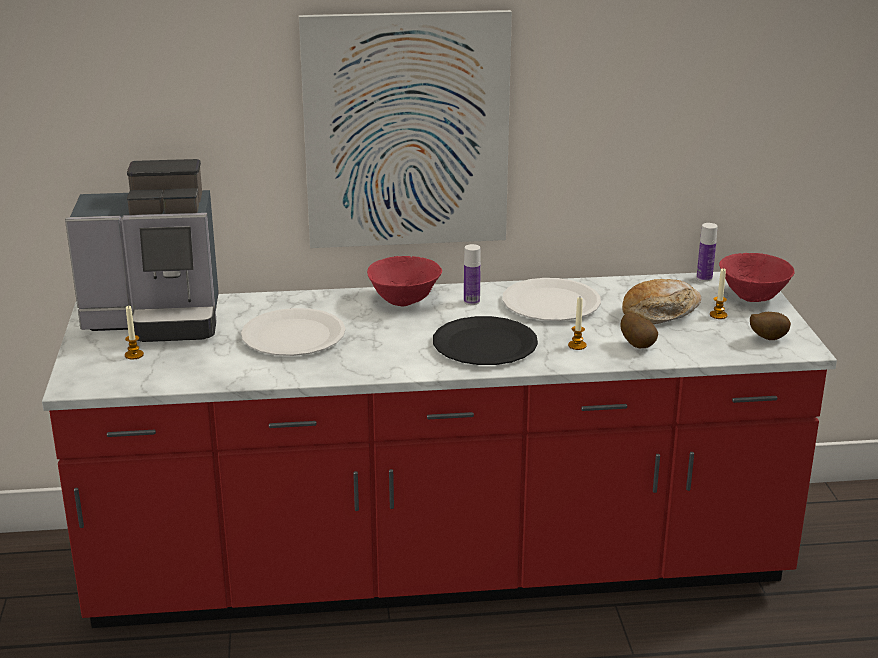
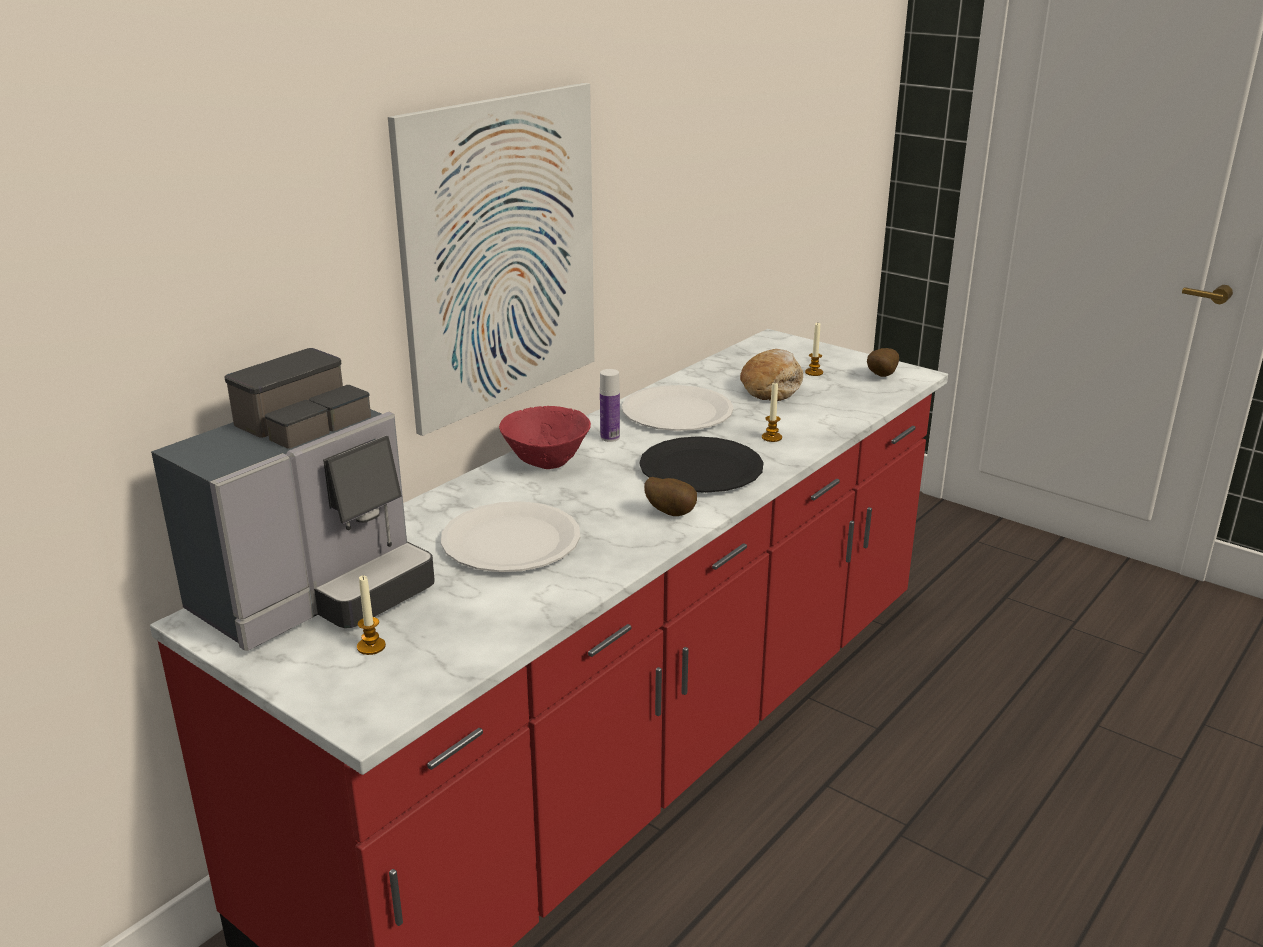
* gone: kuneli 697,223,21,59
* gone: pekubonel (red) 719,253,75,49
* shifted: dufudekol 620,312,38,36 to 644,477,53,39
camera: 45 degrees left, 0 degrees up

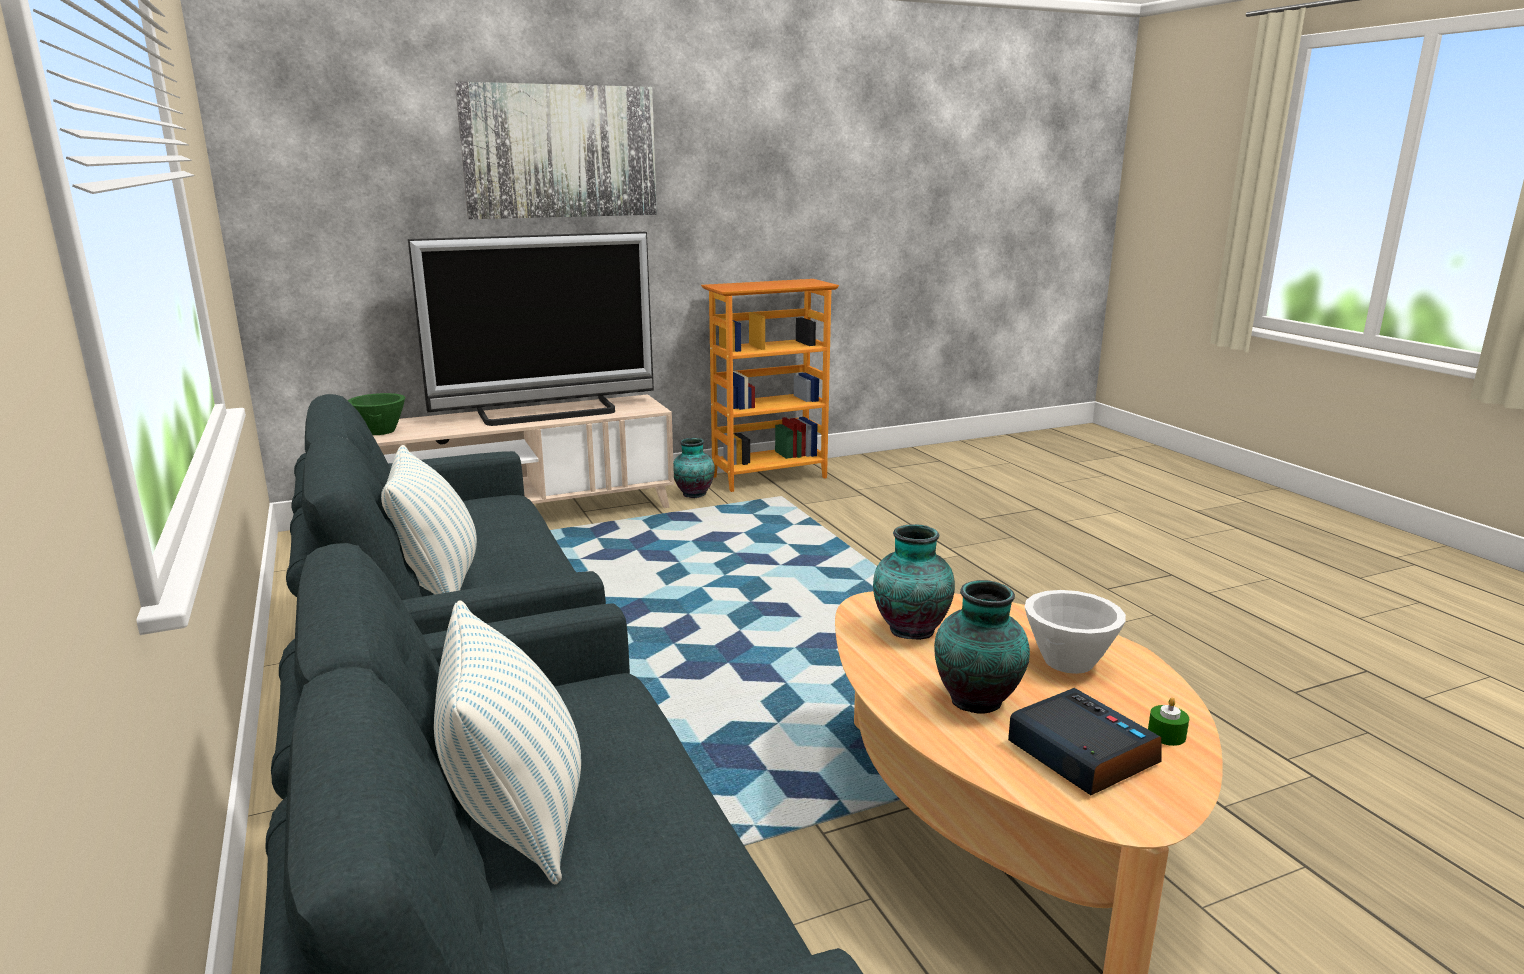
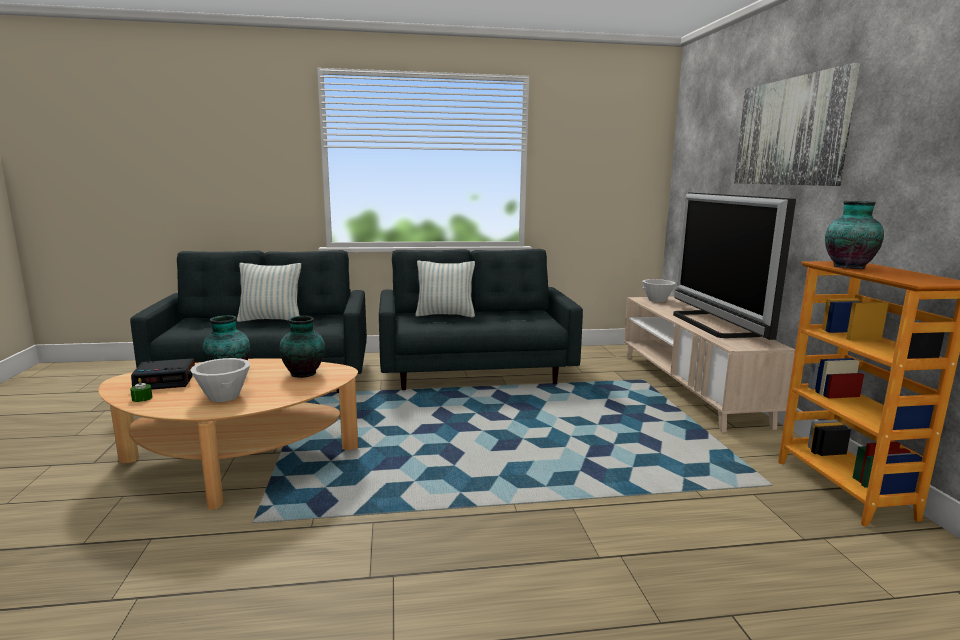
* shifted: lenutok 673,438,42,60 to 825,201,59,68
* repainted: pekubonel (green) 347,393,58,42 to pekubonel (white) 642,279,34,23
camera: 105 degrees right, 5 degrees down

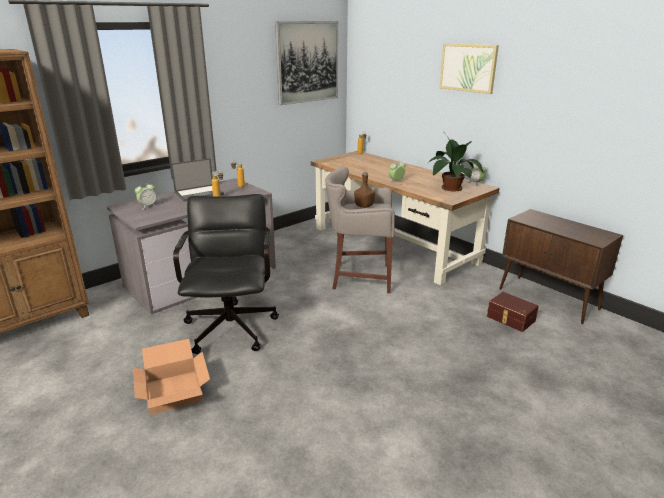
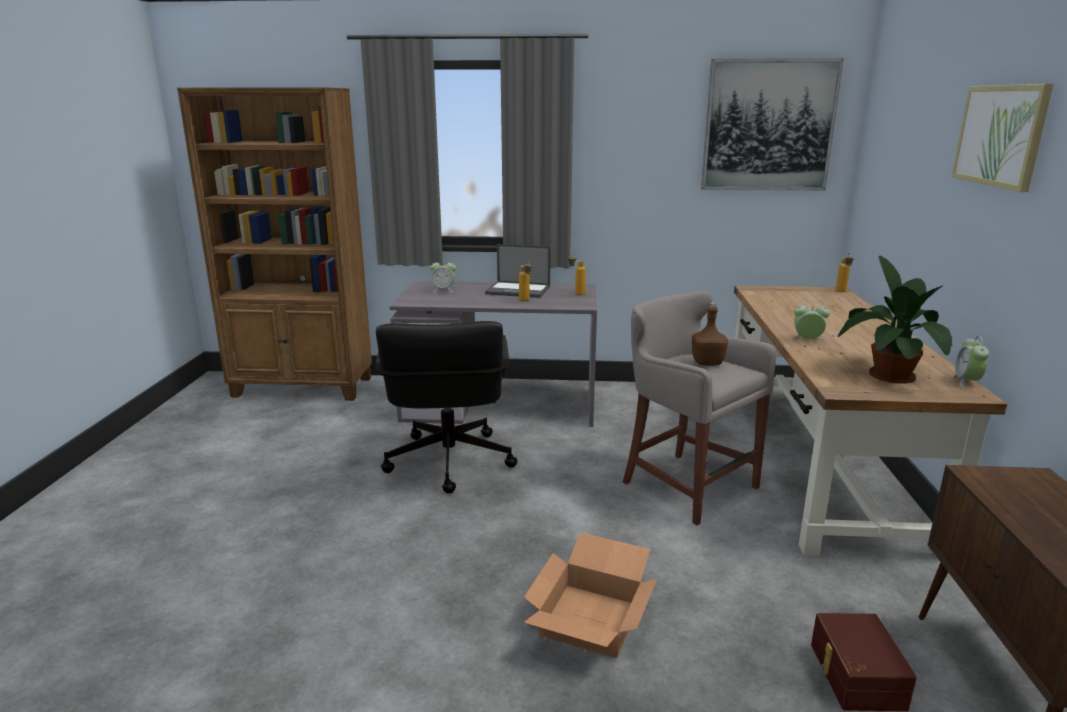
* shifted: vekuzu 133,339,77,76 to 524,532,133,126
* rotated: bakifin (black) 173,194,106,160 = 375,321,143,173 135 degrees clockwise
camera: 45 degrees right, 5 degrees down

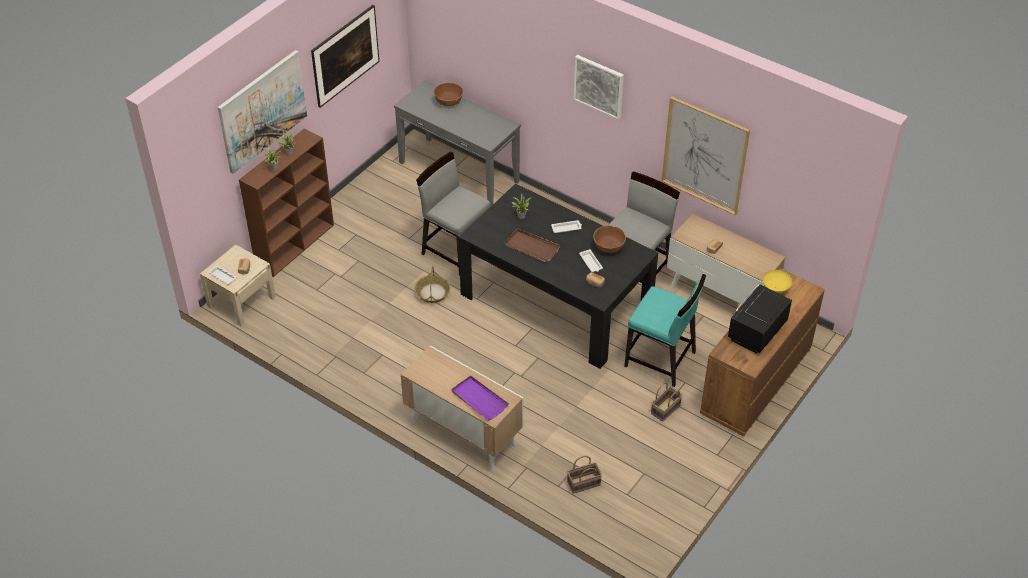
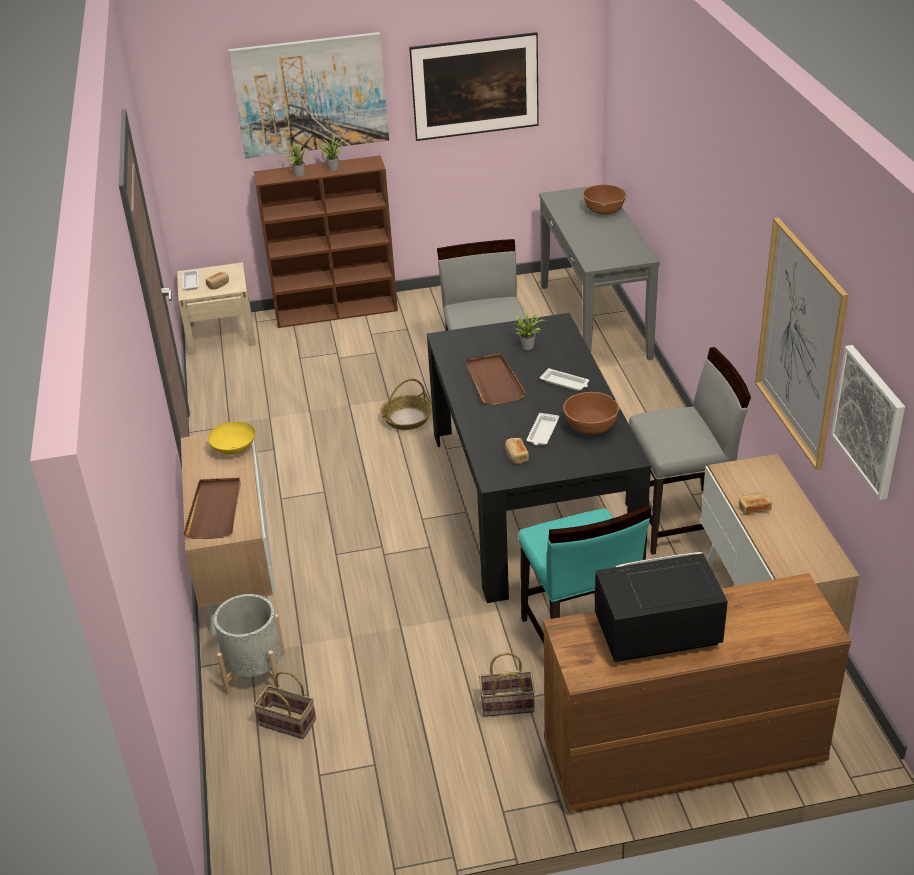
* new: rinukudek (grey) 214,594,71,100
* shifted: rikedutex 574,55,50,65 to 831,345,74,155
* shifted: pekubonel (yellow) 762,270,31,23 to 208,422,48,33
* repainted: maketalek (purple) 452,375,57,46 to maketalek (brown) 183,478,58,61
camera: 45 degrees right, 10 degrees down

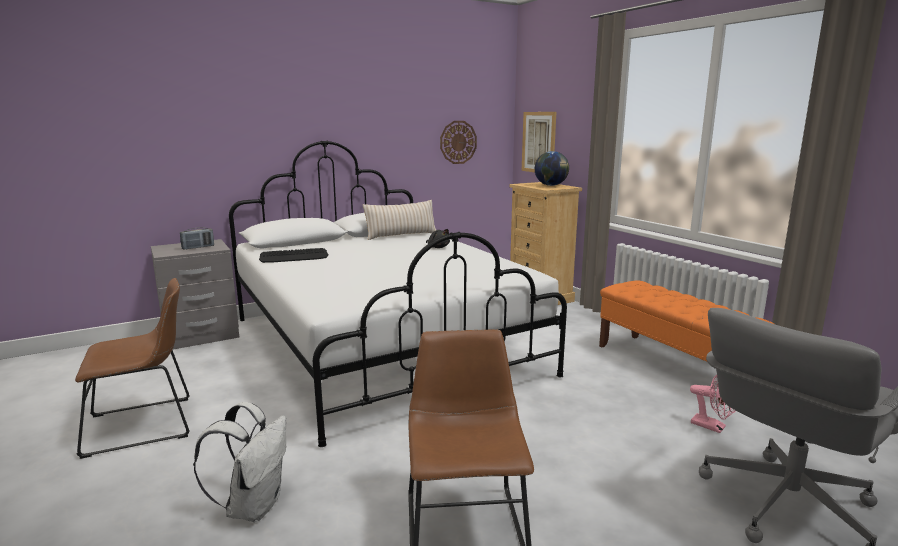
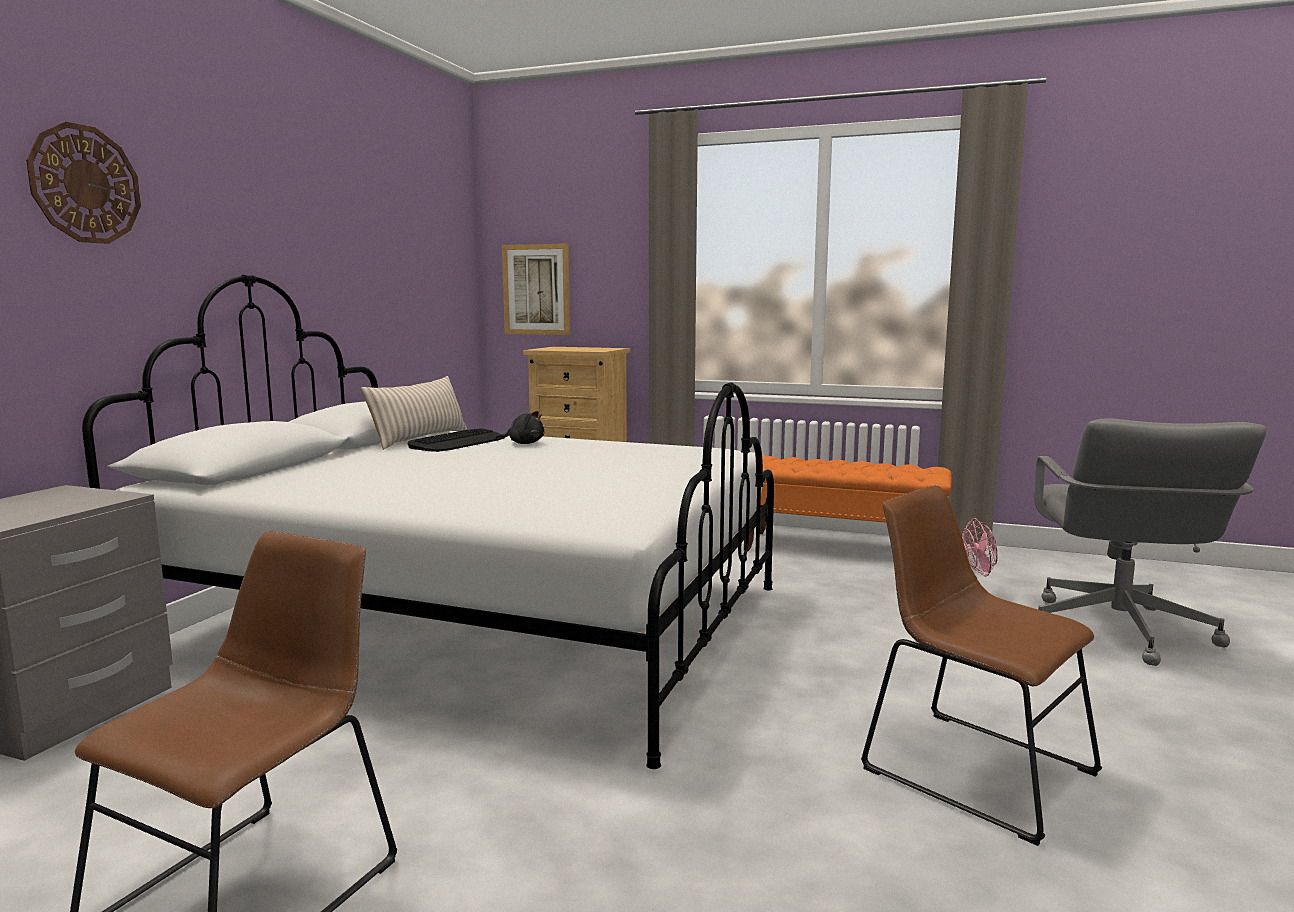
* gone: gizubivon 180,227,34,23
* gone: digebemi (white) 193,402,93,120
* gone: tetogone 535,151,34,35
* shifted: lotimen 259,248,70,15 to 408,428,96,24
* shifted: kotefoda 440,121,37,43 to 26,122,115,122
camera: 40 degrees left, 5 degrees down

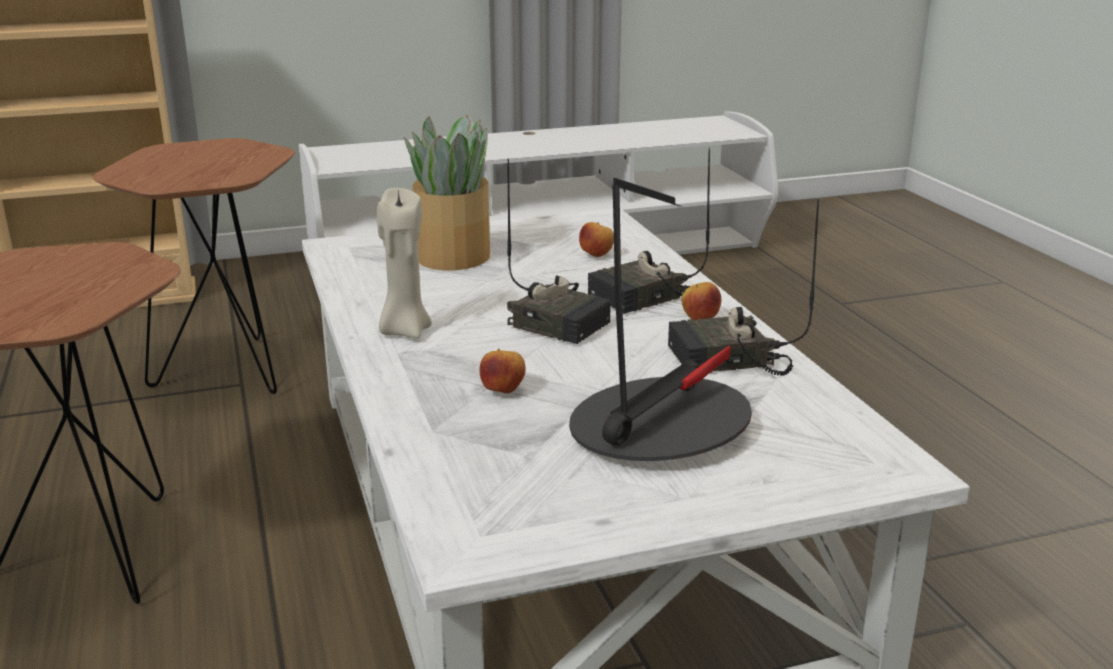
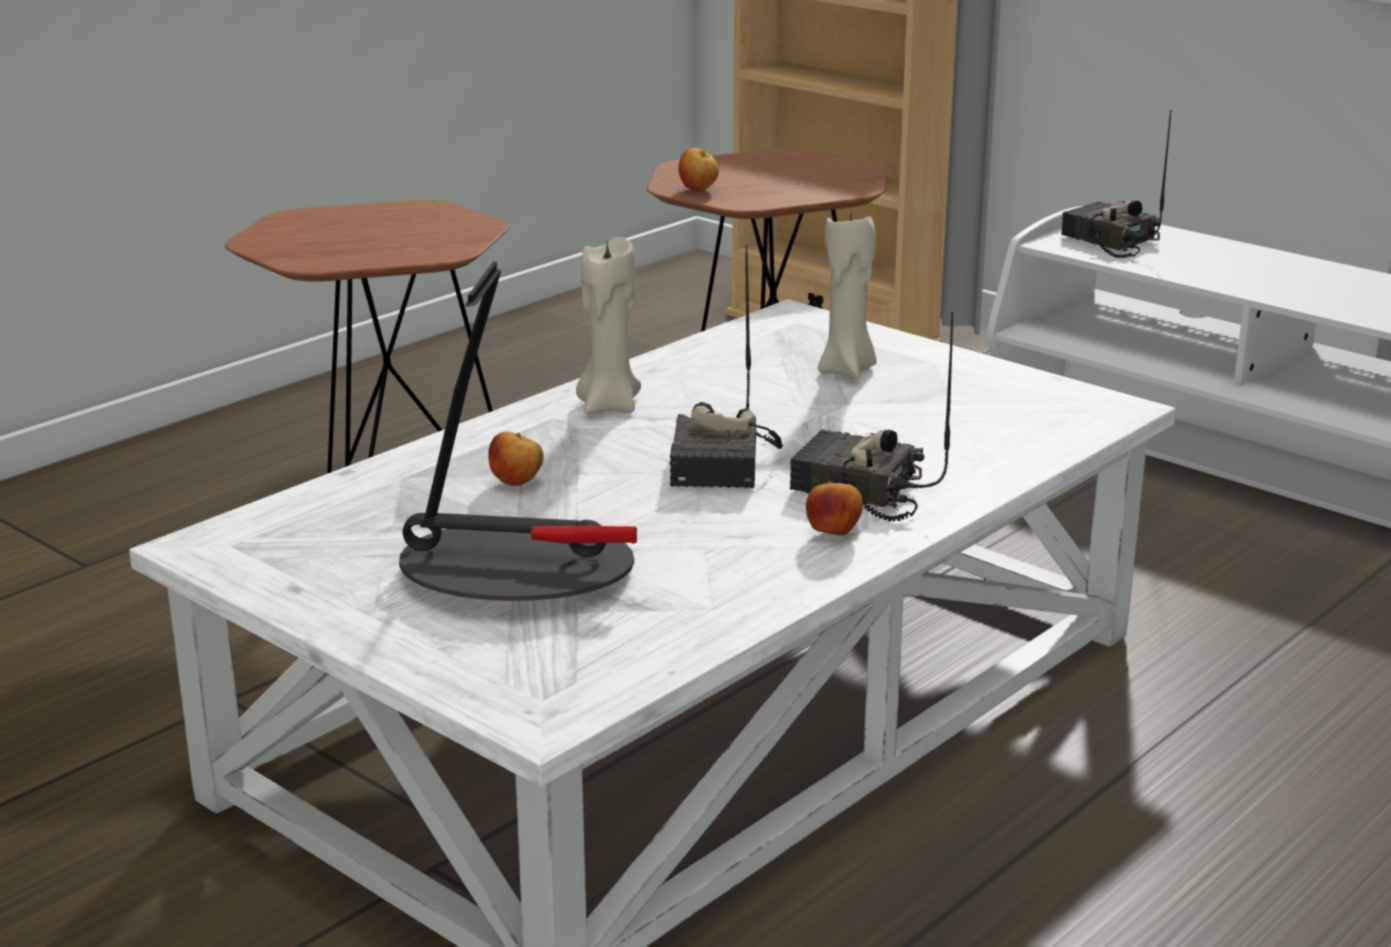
* shifted: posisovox 579,222,35,35 to 678,148,41,43
* shifted: gizubivon 668,199,151,177 to 1061,110,111,148
* swapped: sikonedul 404,115,86,156 to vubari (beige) 818,212,59,167
camera: 60 degrees right, 0 degrees up

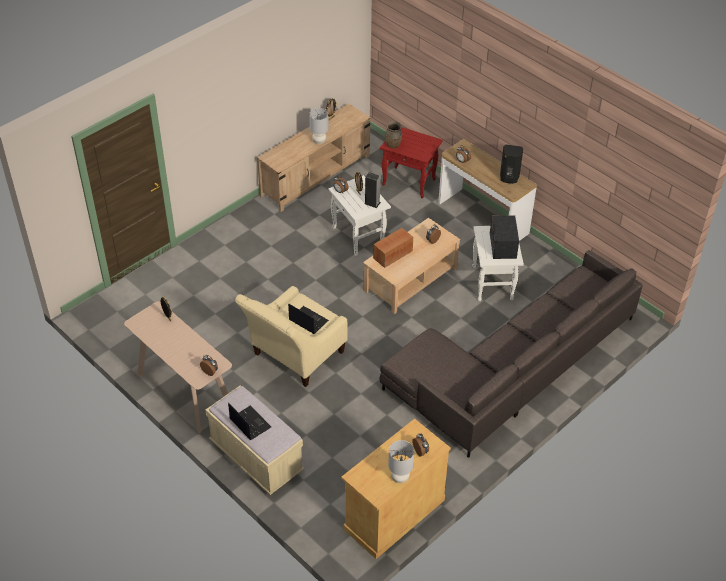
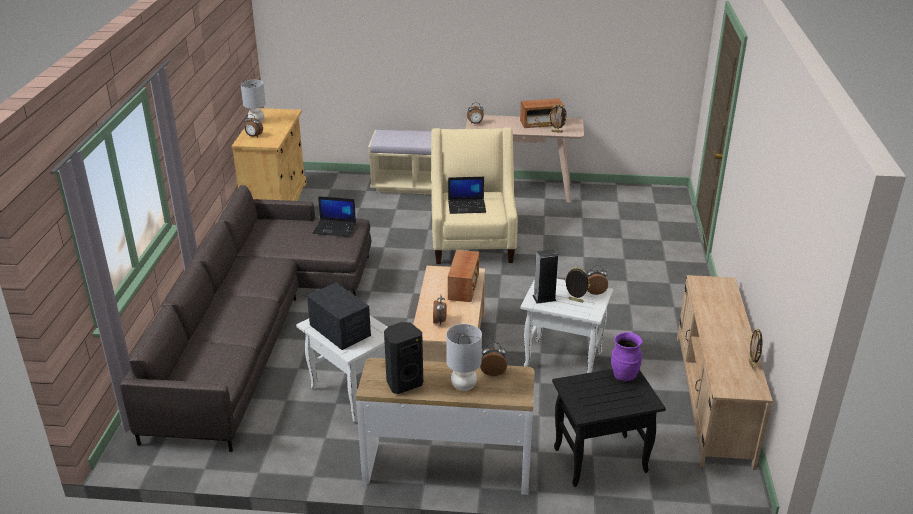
* new: gizubivon 520,98,44,30
* shifted: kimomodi 228,402,43,38 to 312,196,44,41
* shifted: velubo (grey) 309,108,20,36 to 446,324,36,67
* repainted: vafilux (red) 380,127,63,72 to vafilux (black) 552,369,114,118
* repainted: lenutok (brown) 385,121,17,28 to lenutok (purple) 611,332,31,50
camera: 140 degrees right, 15 degrees down

